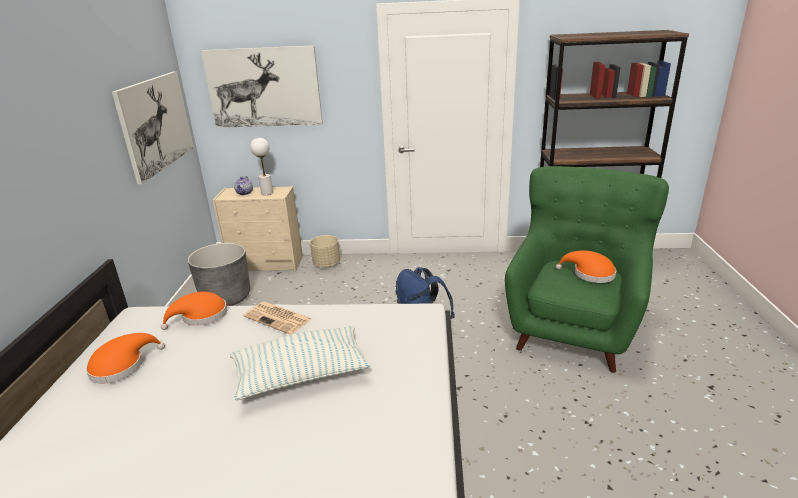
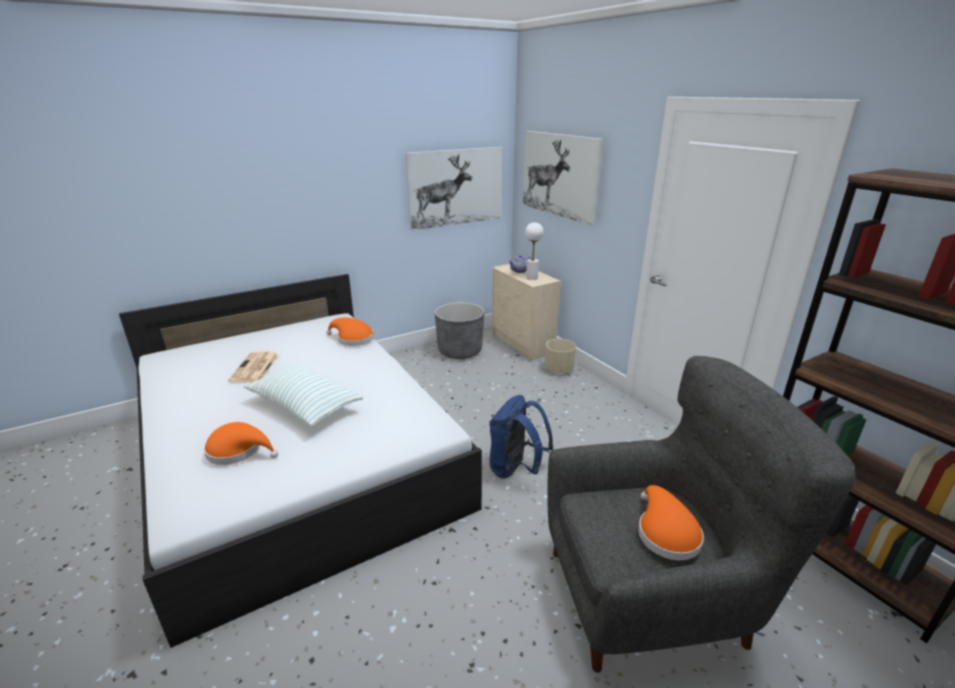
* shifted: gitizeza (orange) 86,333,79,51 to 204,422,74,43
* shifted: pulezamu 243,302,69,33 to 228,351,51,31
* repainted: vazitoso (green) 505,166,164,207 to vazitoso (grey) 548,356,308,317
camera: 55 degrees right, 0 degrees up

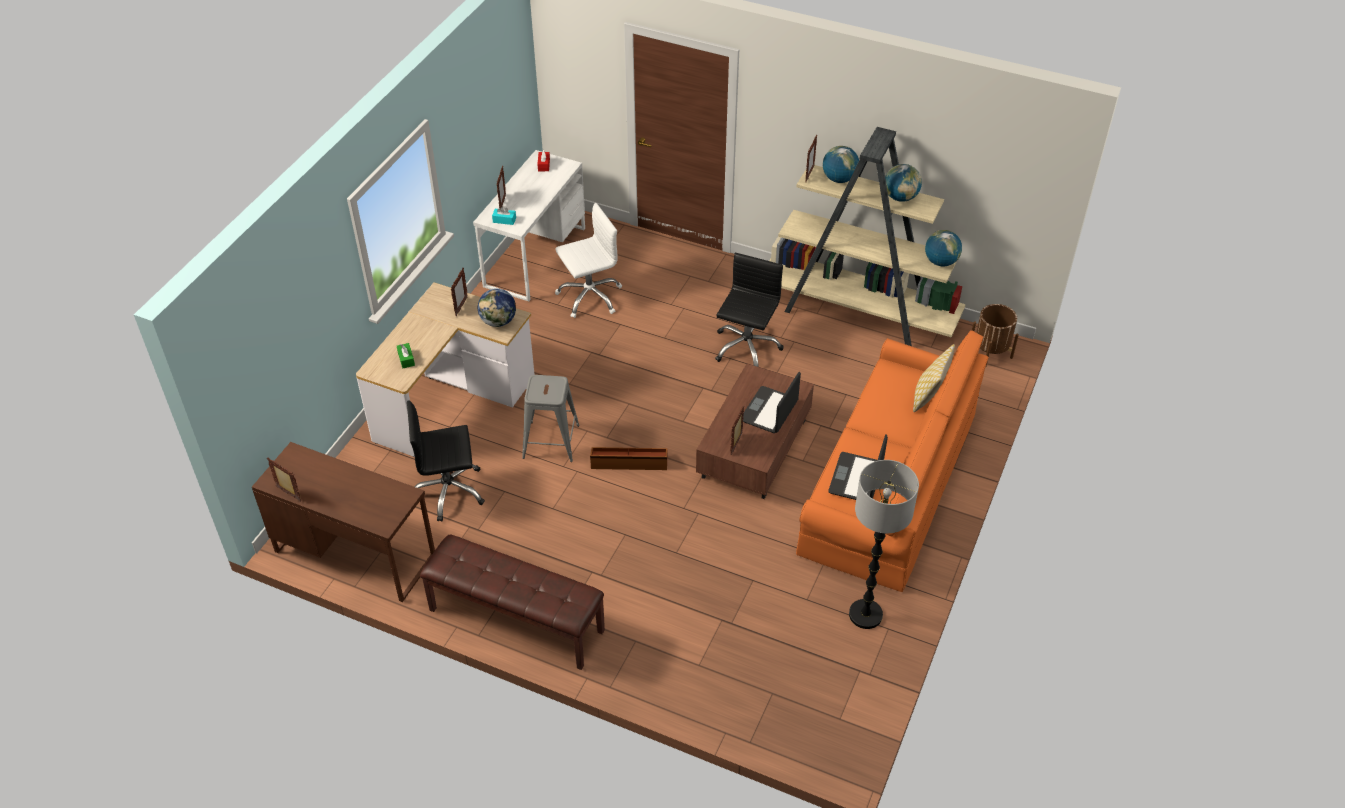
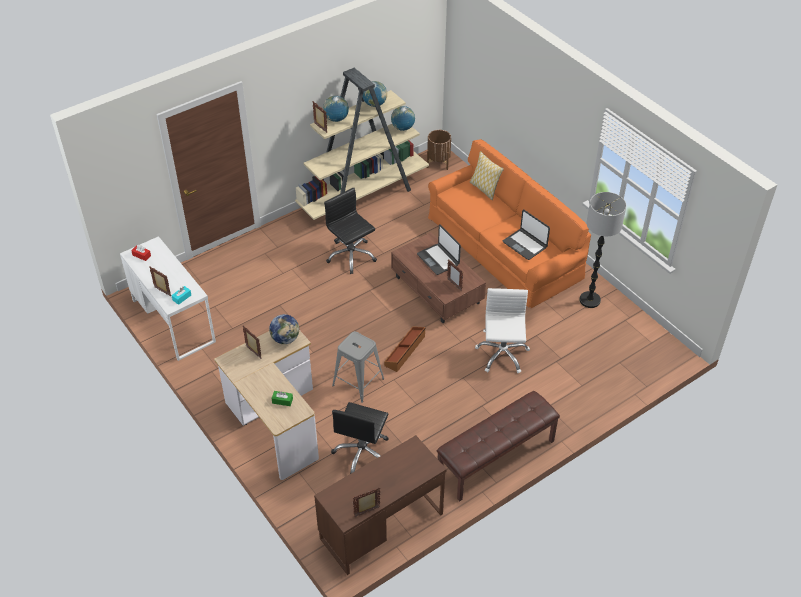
* shifted: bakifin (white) 555,203,67,115 to 475,288,55,86
camera: 60 degrees left, 0 degrees up

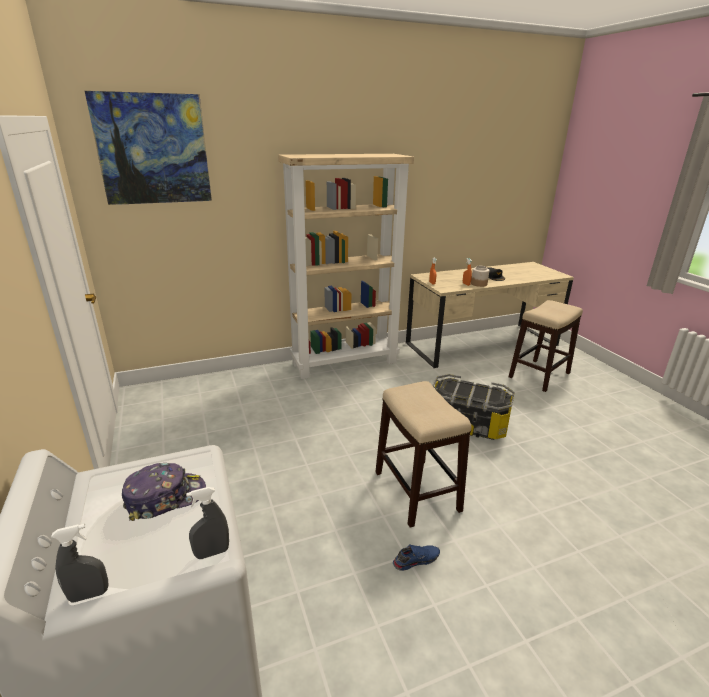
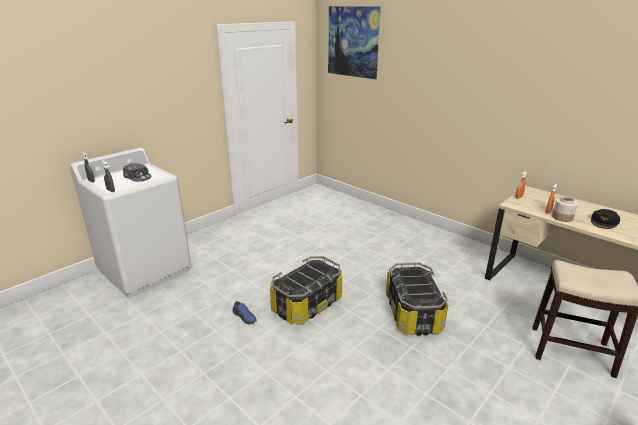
* gone: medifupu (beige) 278,154,136,225
* swapped: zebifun 375,381,97,147 to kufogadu 270,256,72,68
camera: 65 degrees right, 0 degrees up

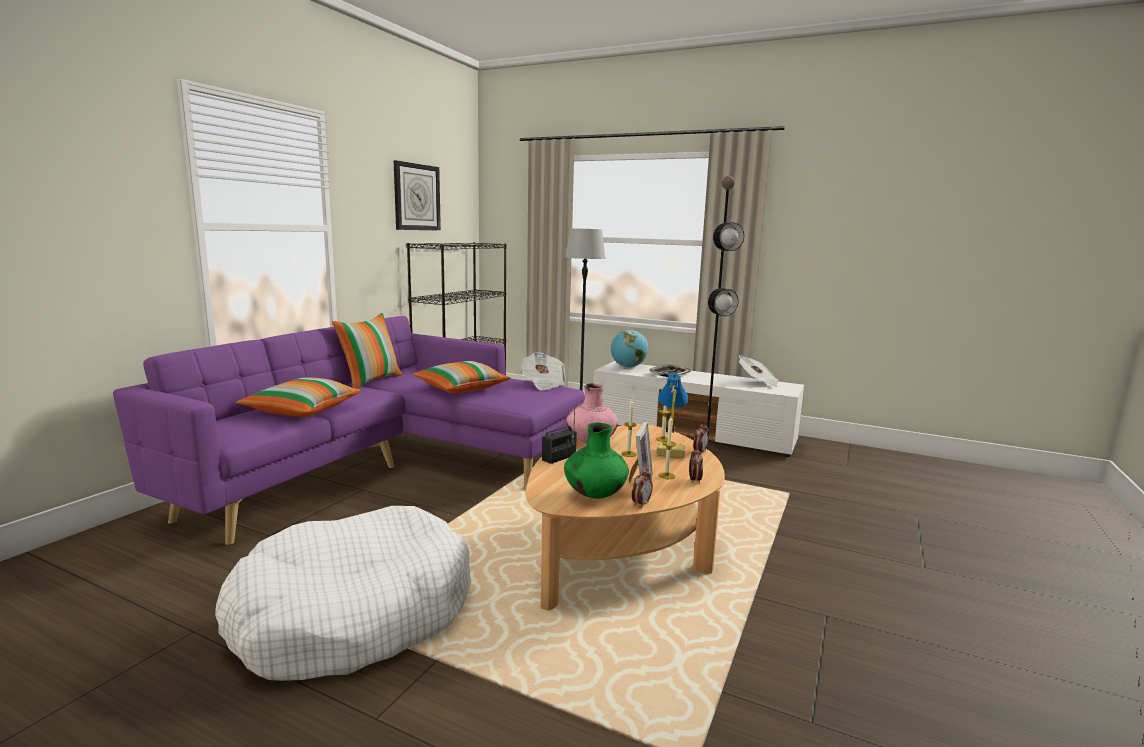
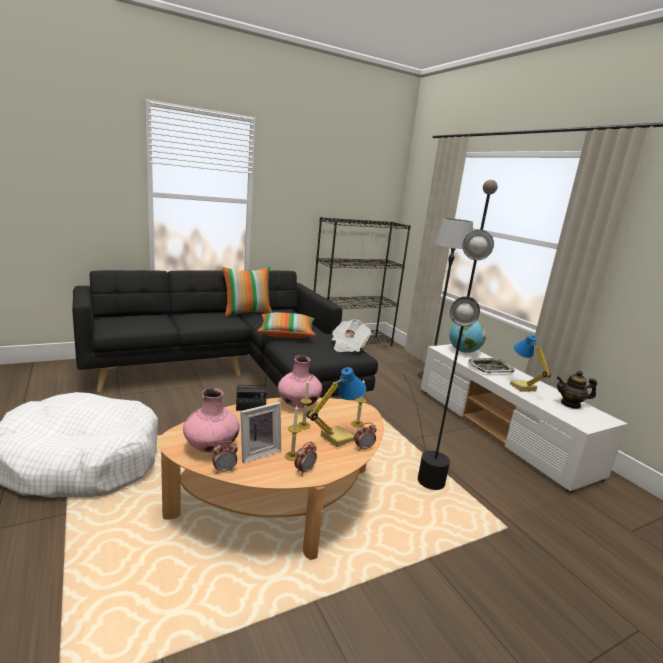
* gone: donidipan 236,377,126,40
* gone: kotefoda 393,160,48,71
* new: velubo 510,335,41,57
* swapped: pulezamu 739,355,40,33 to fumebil 556,371,41,38
* repainted: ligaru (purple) 113,316,472,229 to ligaru (black) 72,270,306,131
* repainted: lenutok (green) 564,423,65,75 to lenutok (pink) 183,388,57,65
camera: 35 degrees right, 5 degrees up

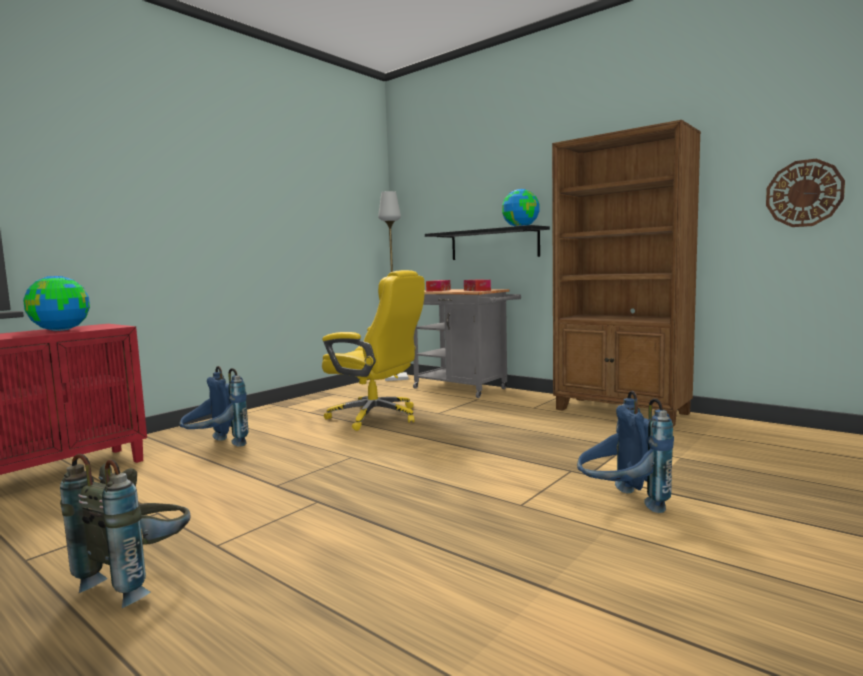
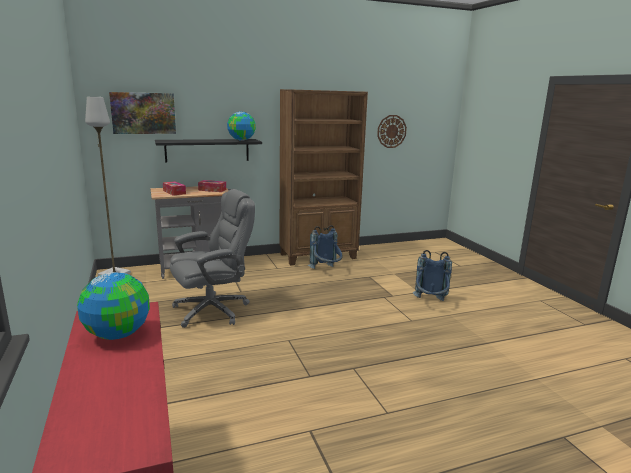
* gone: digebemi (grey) 60,454,130,154
* new: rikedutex 109,92,67,42
* shifted: digebemi (blue) 179,366,70,81 to 308,225,34,44
* repainted: bakifin (yellow) 322,270,103,161 to bakifin (grey) 170,189,85,139
camera: 60 degrees left, 10 degrees up

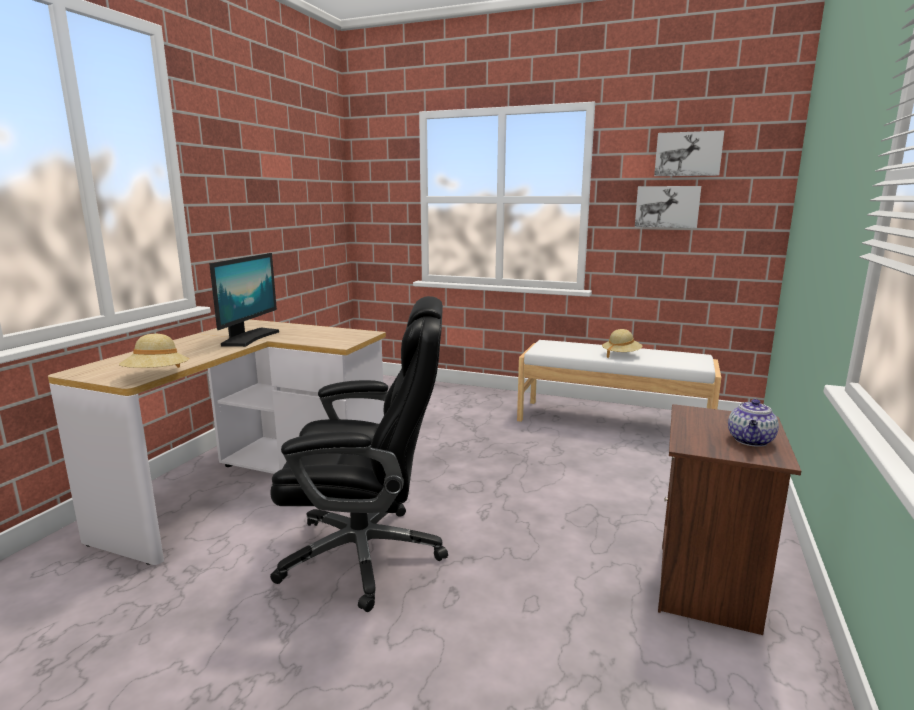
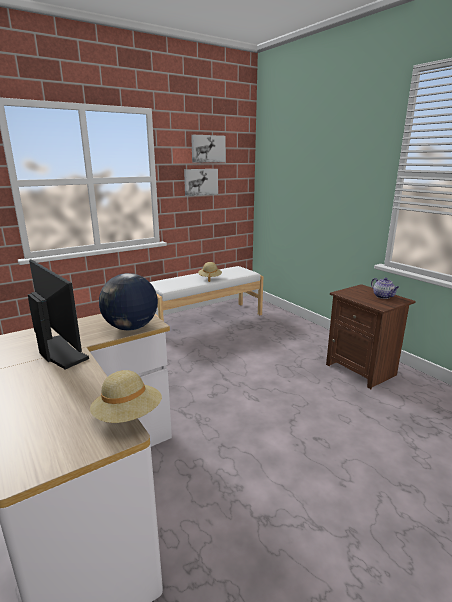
* gone: bakifin (black) 270,296,178,316
* new: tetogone 99,273,59,58
camera: 55 degrees left, 5 degrees up

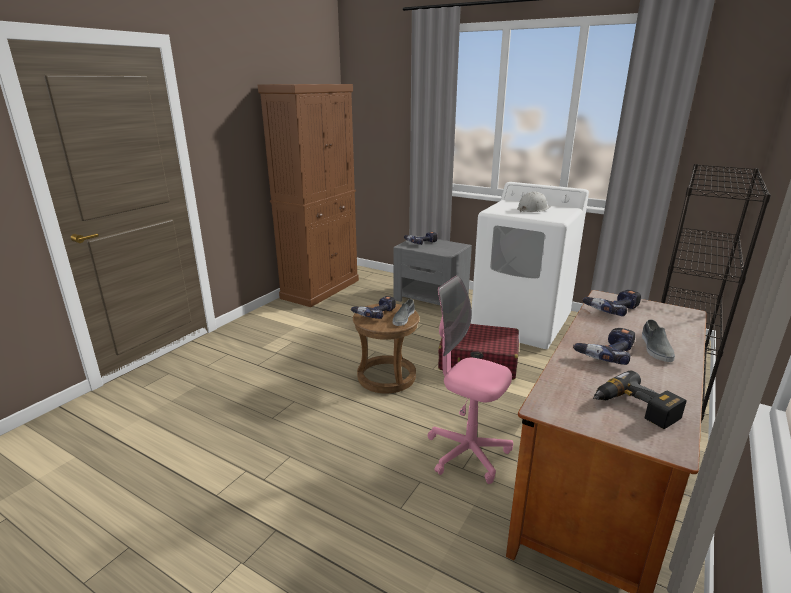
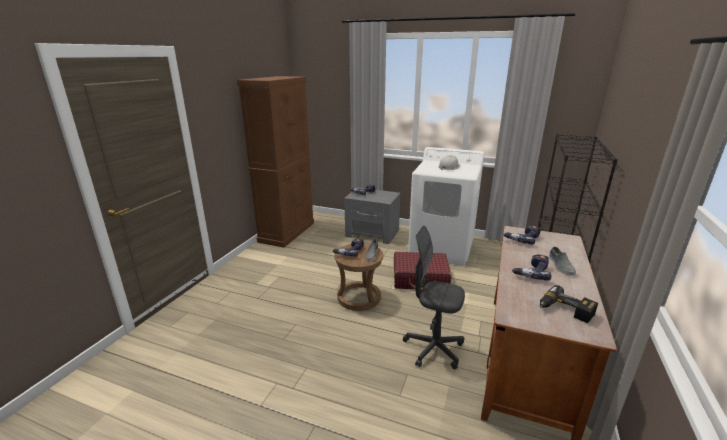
* repainted: bakifin (pink) 427,276,86,208 to bakifin (grey) 403,225,62,144
camera: 10 degrees left, 0 degrees up

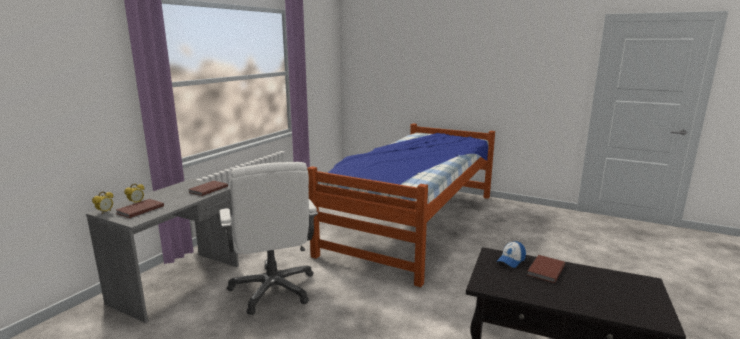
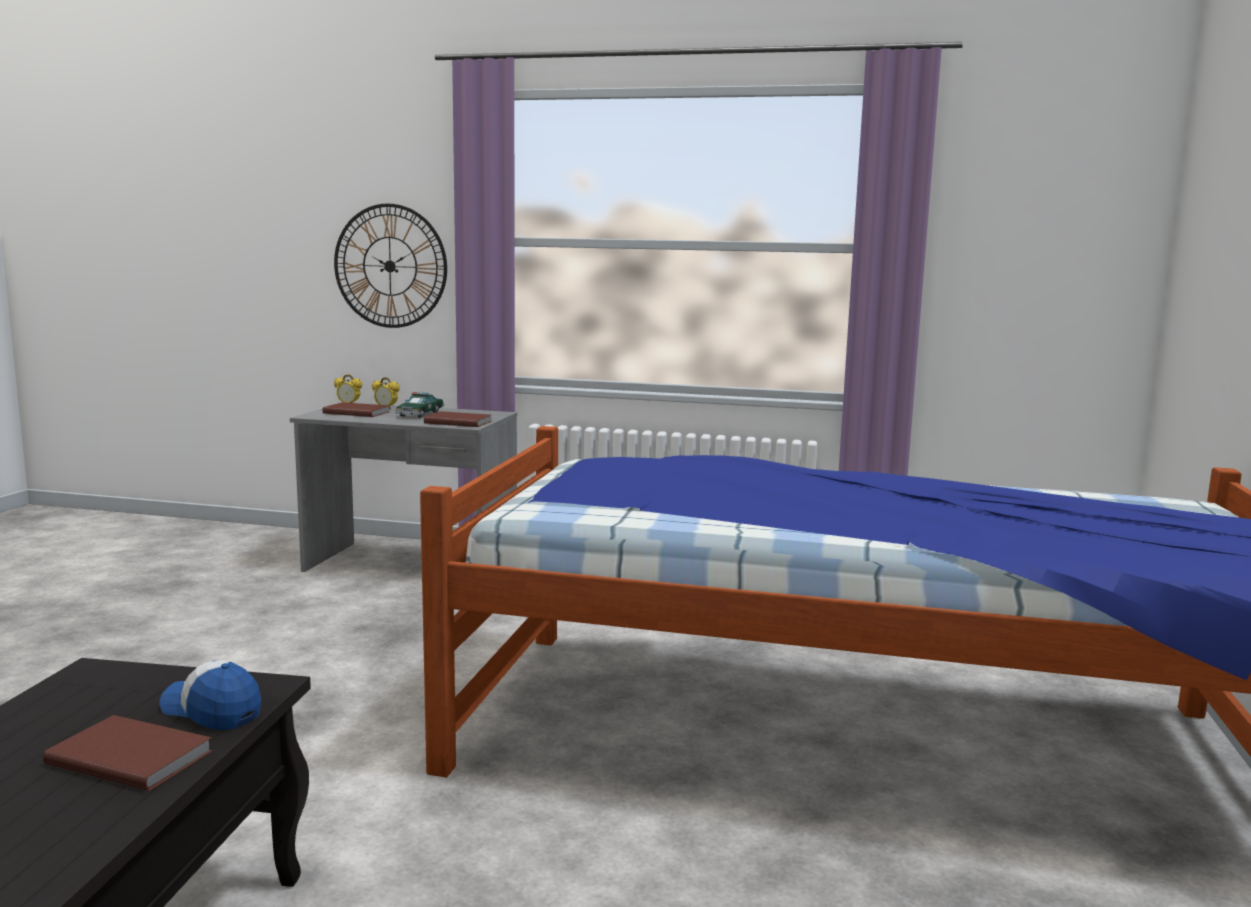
* gone: bakifin (white) 220,162,98,153
* new: kotefoda 334,204,113,124
* new: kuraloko 395,392,49,26
camera: 75 degrees right, 5 degrees down

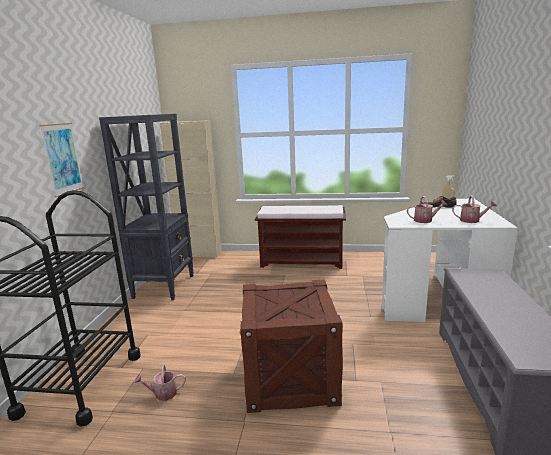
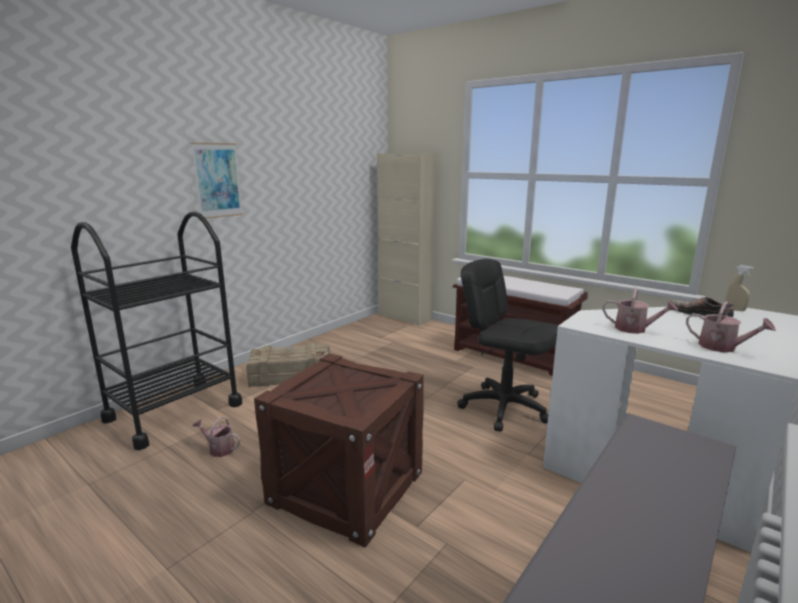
* gone: medifupu (black) 99,114,95,186
* new: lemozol 246,343,84,45
* new: bakifin (black) 457,259,101,173
camera: 30 degrees right, 0 degrees up

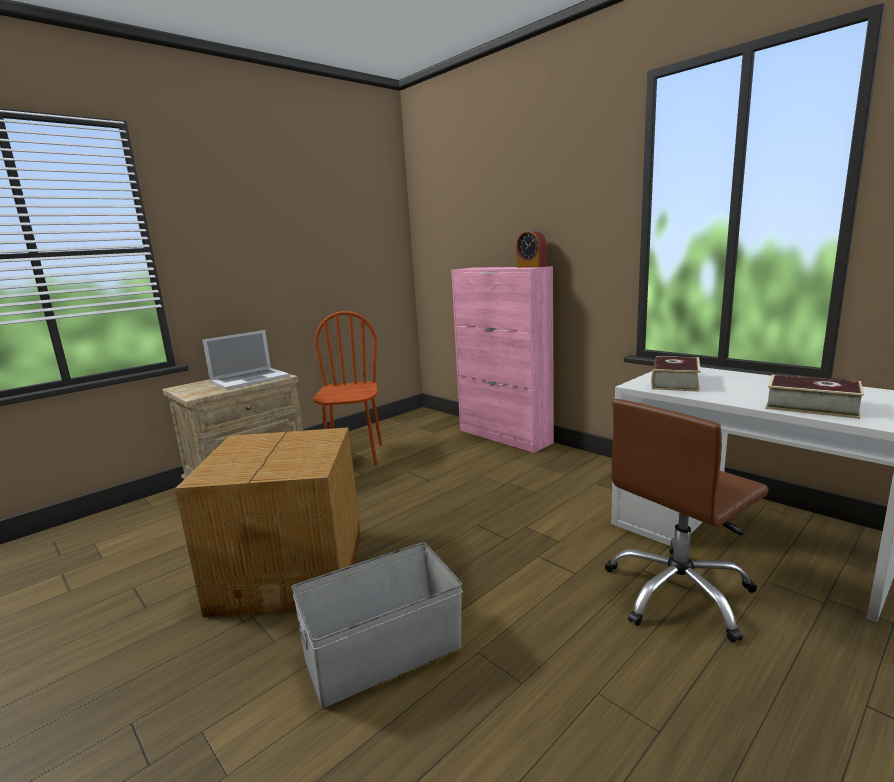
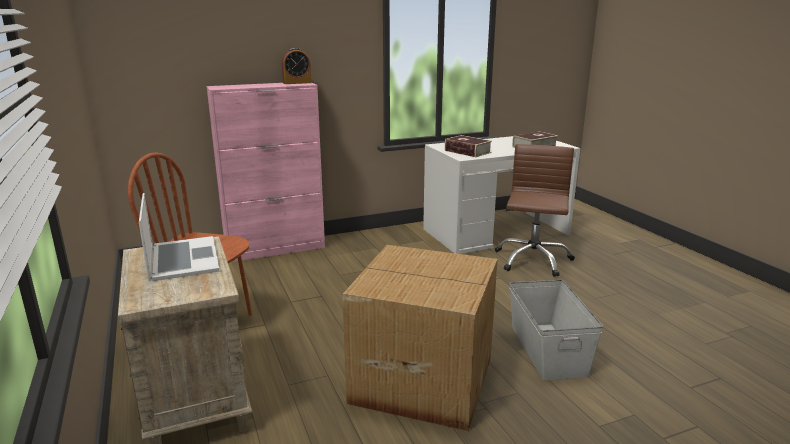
* rotated: bakifin (brown) 604,399,165,243 = 495,144,80,133 150 degrees counterclockwise
camera: 70 degrees left, 5 degrees up

